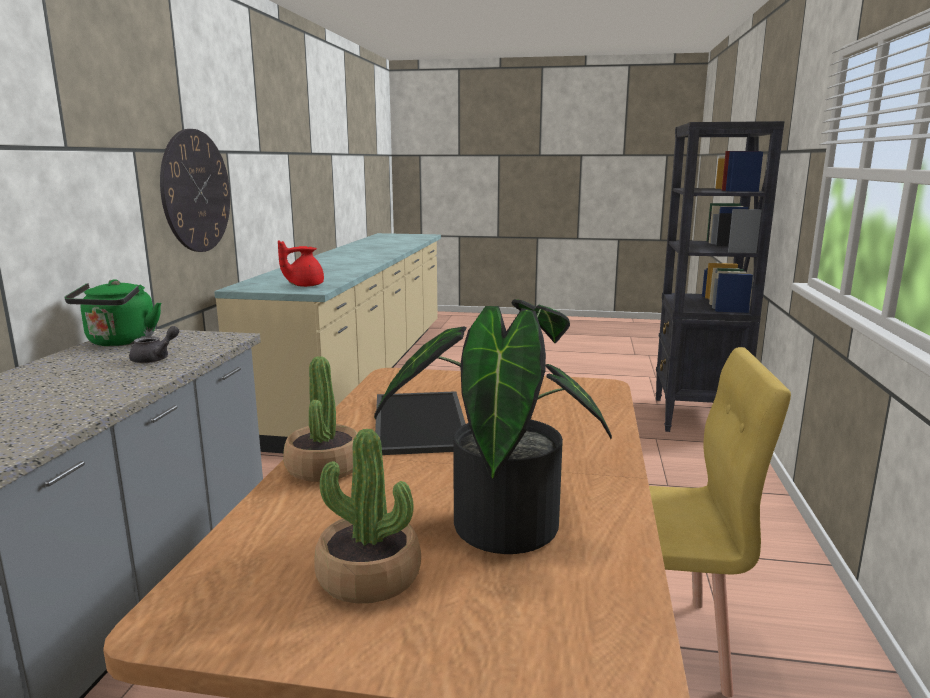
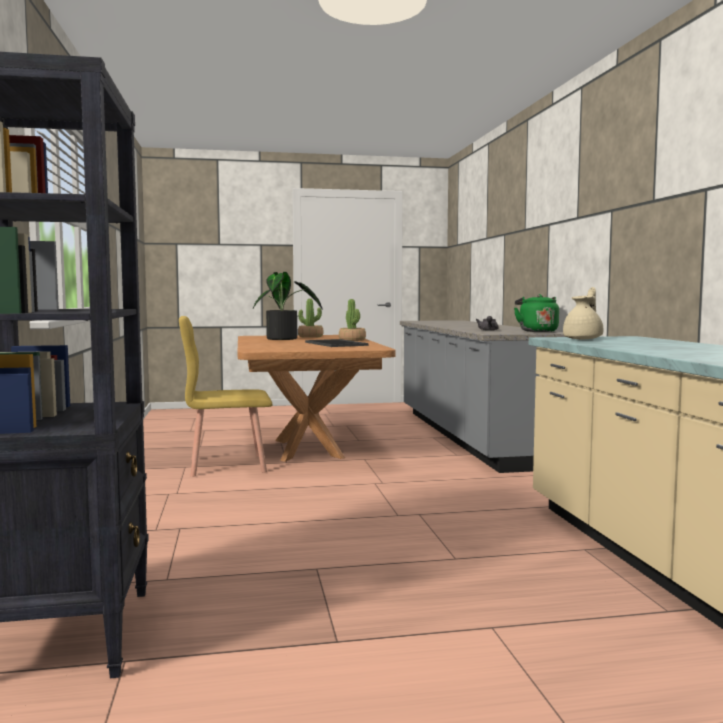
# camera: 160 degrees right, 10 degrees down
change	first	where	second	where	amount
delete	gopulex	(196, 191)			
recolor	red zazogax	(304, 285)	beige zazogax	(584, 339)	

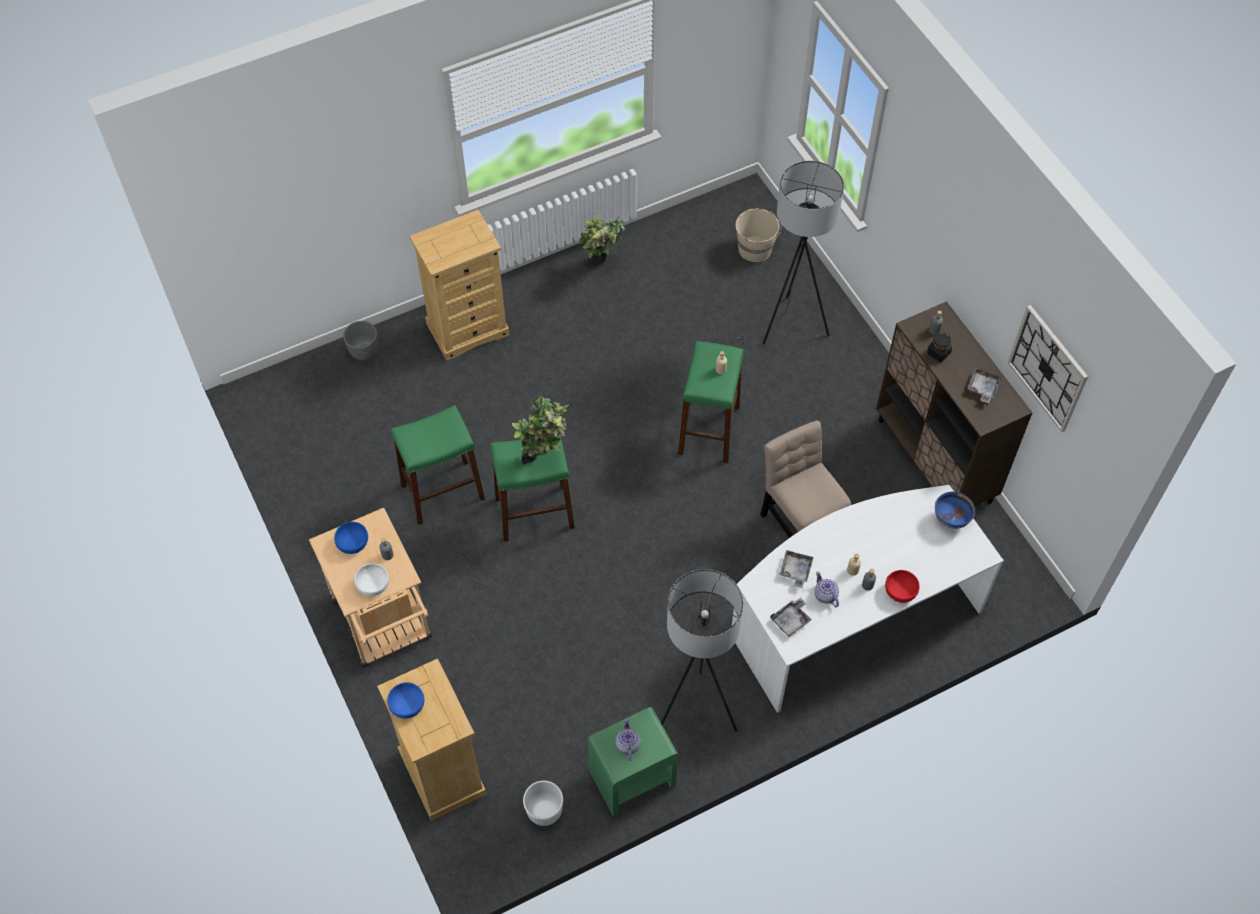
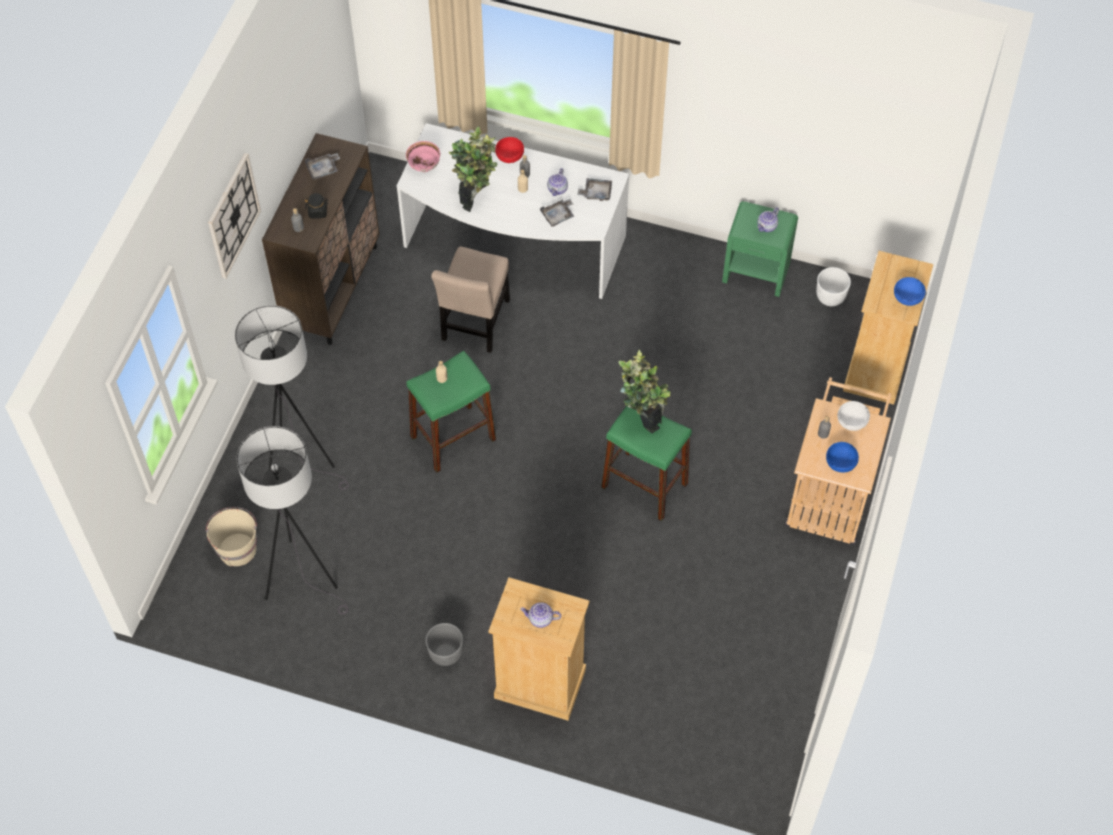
# camera: 135 degrees left, 0 degrees up
change	first	where	second	where	amount
delete	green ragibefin	(442, 492)			
insert			zazogax	(540, 619)	
move	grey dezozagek	(364, 351)		(445, 654)	
move	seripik	(601, 269)		(475, 197)	
move	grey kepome	(693, 714)		(304, 577)	
move	gopulex	(1048, 368)		(233, 215)	
recolor	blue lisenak	(951, 519)	pink lisenak	(424, 167)	

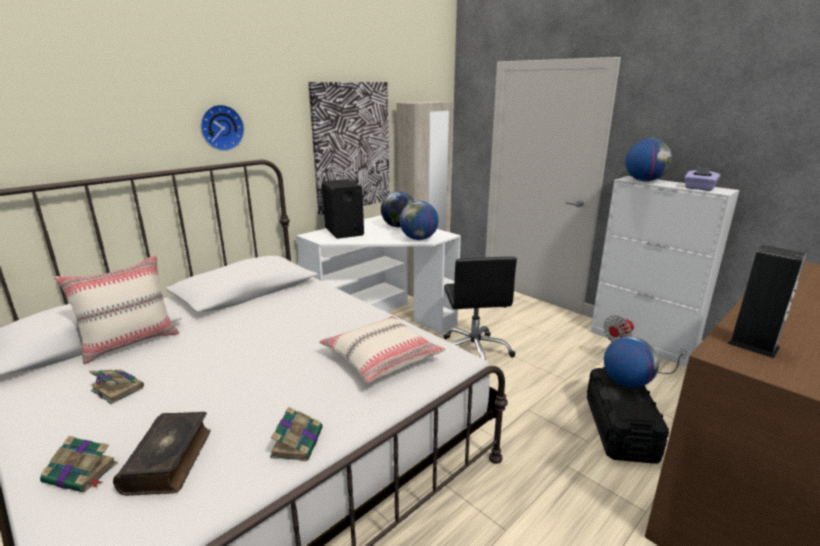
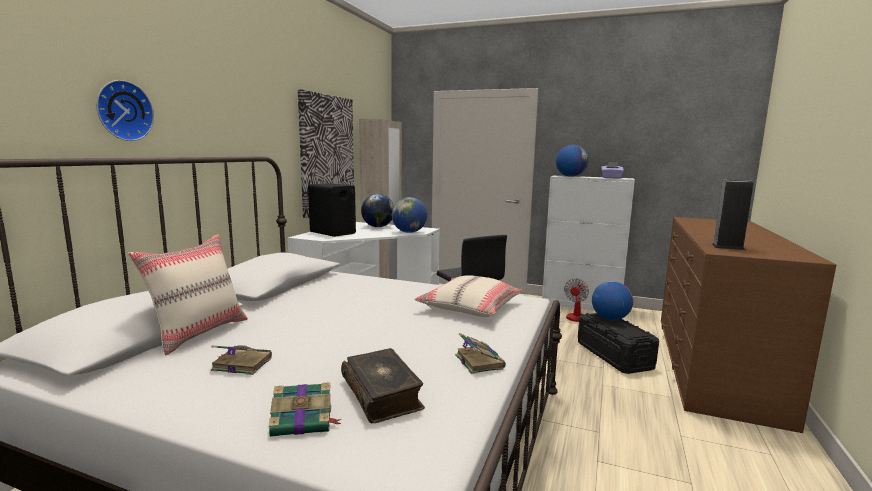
# camera: 25 degrees left, 10 degrees down
change	first	where	second	where	amount
move	gopulex	(221, 127)		(123, 111)	

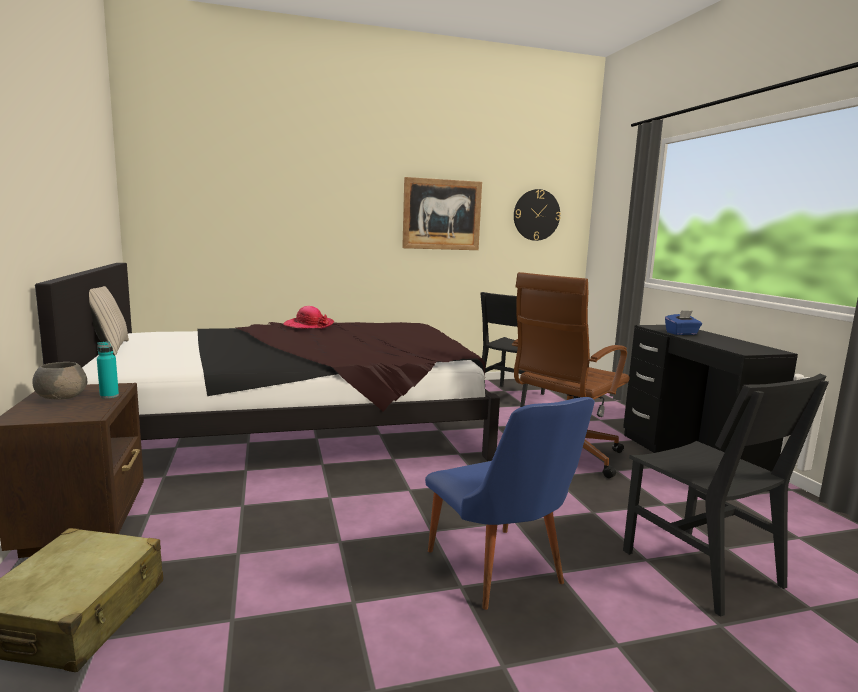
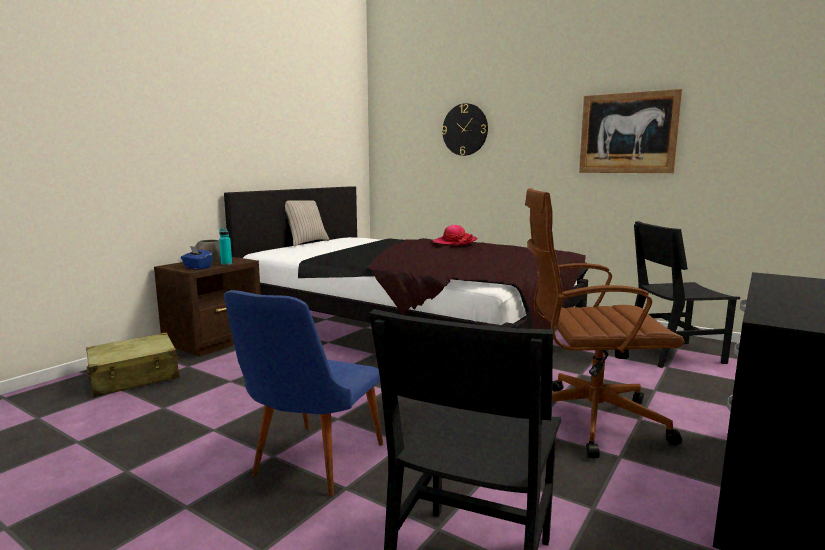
# camera: 50 degrees right, 0 degrees up
change	first	where	second	where	amount
move	gopulex	(536, 215)		(465, 129)	
move	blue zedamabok	(681, 333)		(197, 267)	

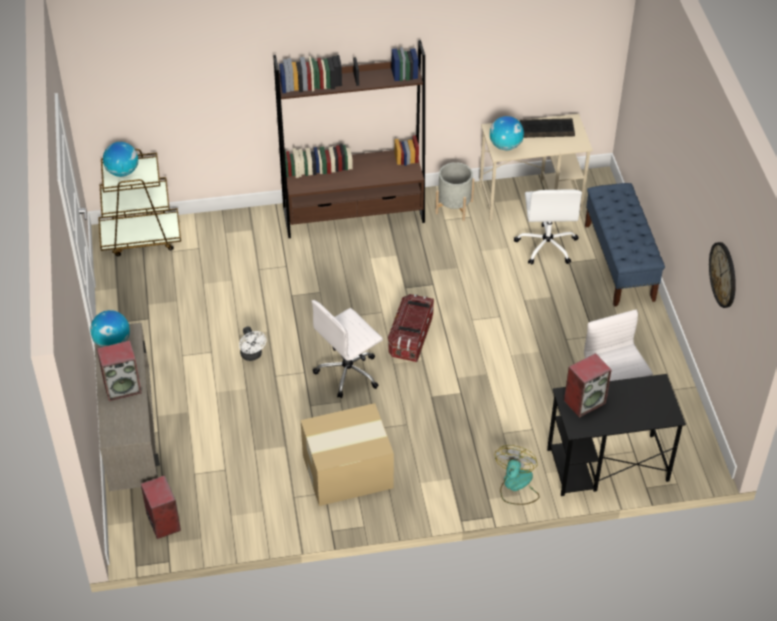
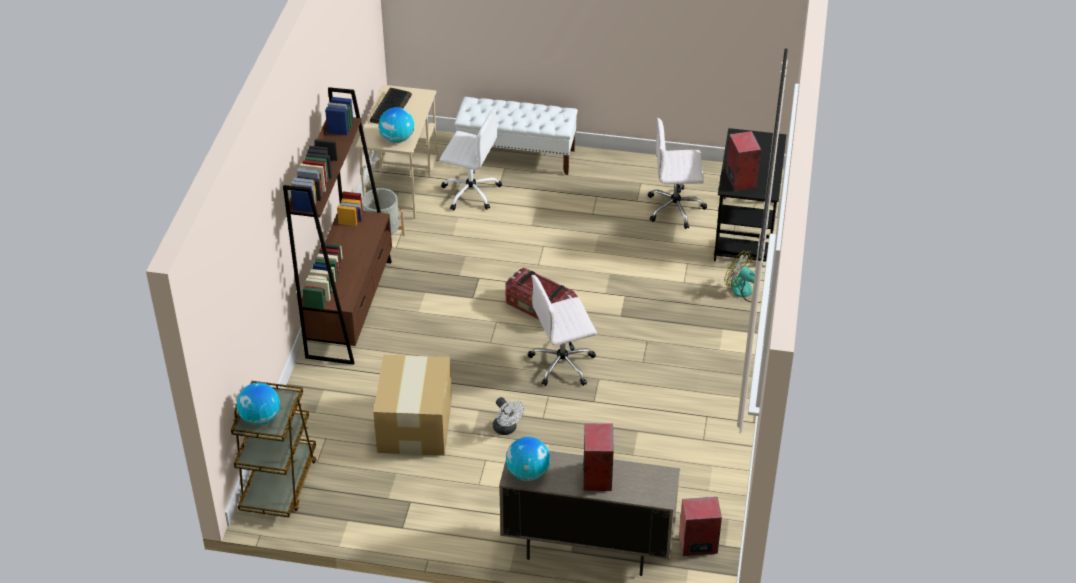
# camera: 70 degrees left, 5 degrees down
change	first	where	second	where	amount
delete	gopulex	(723, 274)			
move	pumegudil	(349, 471)		(416, 424)	
recolor	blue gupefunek	(619, 262)	white gupefunek	(517, 156)	
rotate	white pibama	(252, 356)		(507, 429)	60 degrees clockwise
rotate	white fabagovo	(348, 372)		(563, 364)	90 degrees clockwise

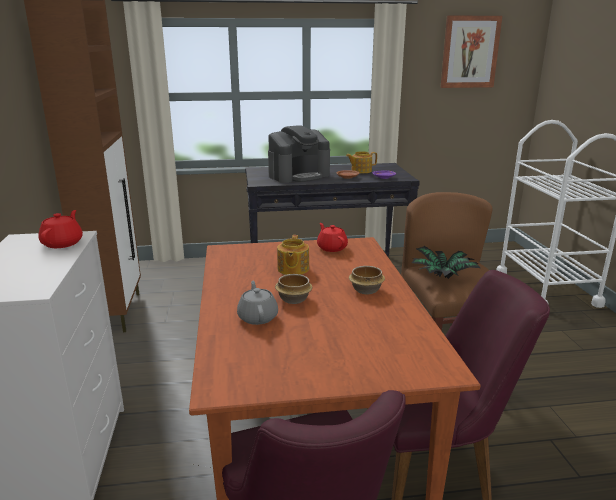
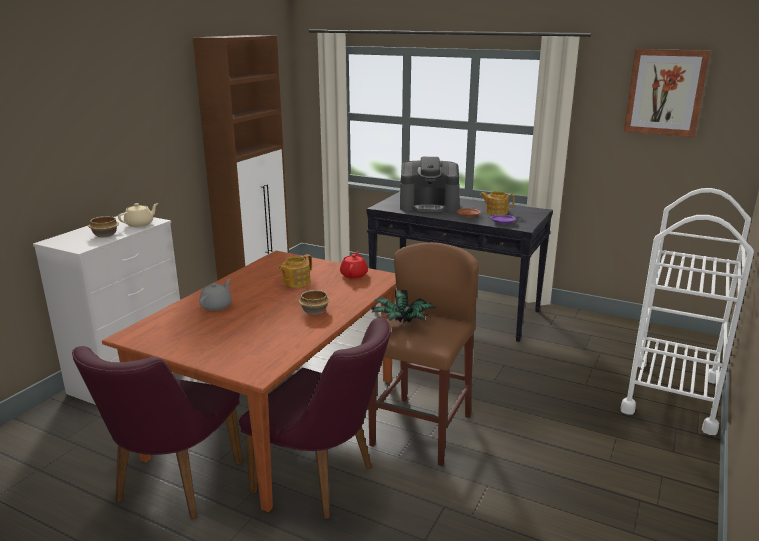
# camera: 35 degrees right, 0 degrees up
change	first	where	second	where	amount
move	lisenak	(293, 299)		(105, 235)	
recolor	red zazogax	(63, 243)	beige zazogax	(140, 224)	

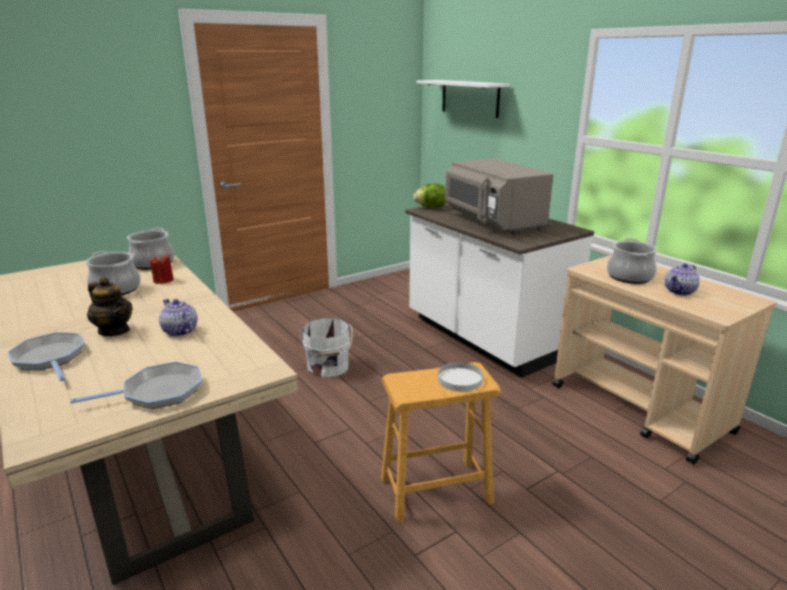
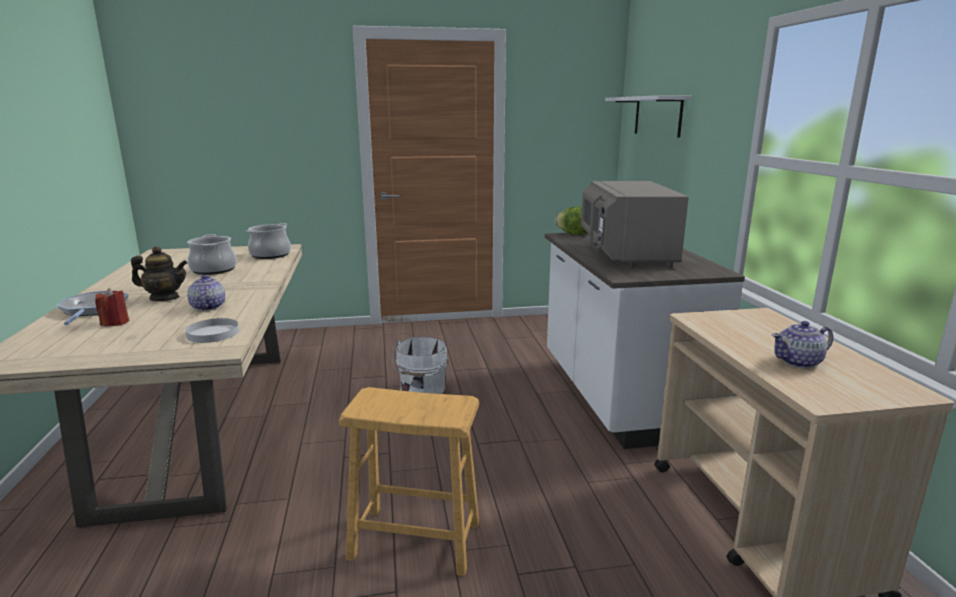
# camera: 25 degrees right, 5 degrees down
change	first	where	second	where	amount
delete	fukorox	(158, 392)			
delete	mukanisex	(629, 277)			
move	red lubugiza	(163, 280)		(115, 322)	
move	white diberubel	(460, 379)		(213, 333)	
rotate	zazogax	(114, 330)		(164, 298)	60 degrees counterclockwise

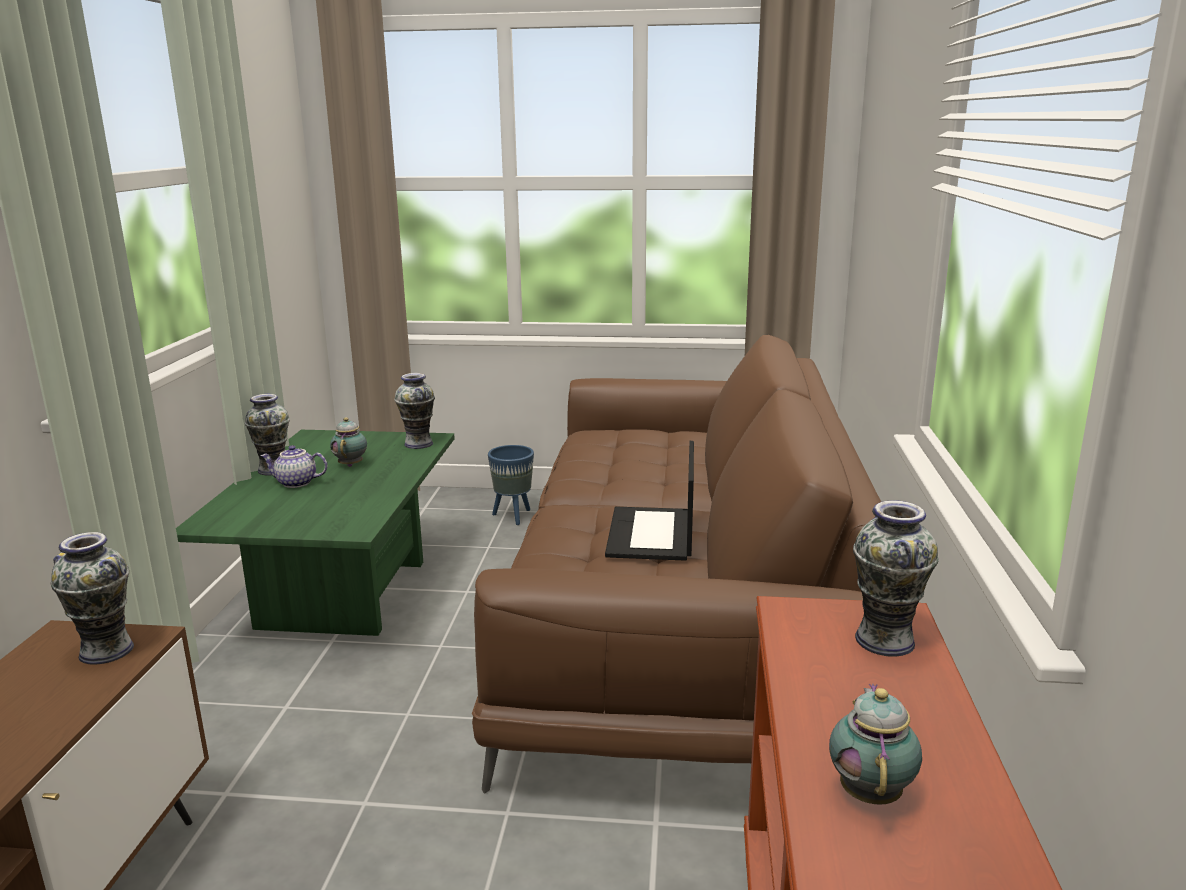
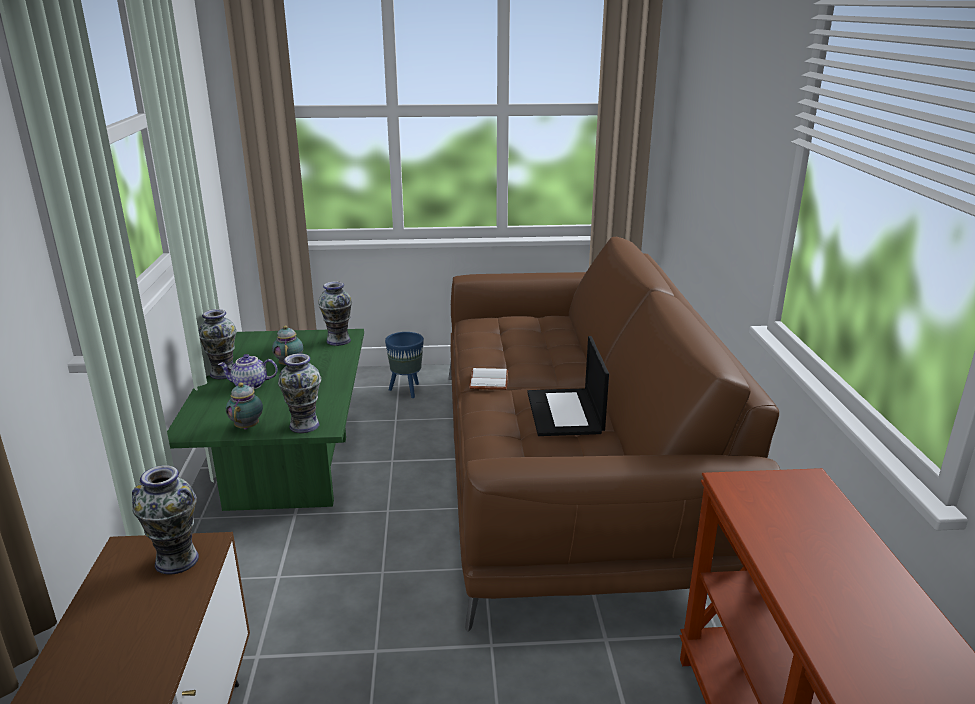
# camera: 10 degrees left, 5 degrees up
change	first	where	second	where	amount
insert			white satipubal	(490, 381)	
move	zazogax	(870, 792)		(248, 426)	
move	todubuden	(883, 640)		(303, 425)	

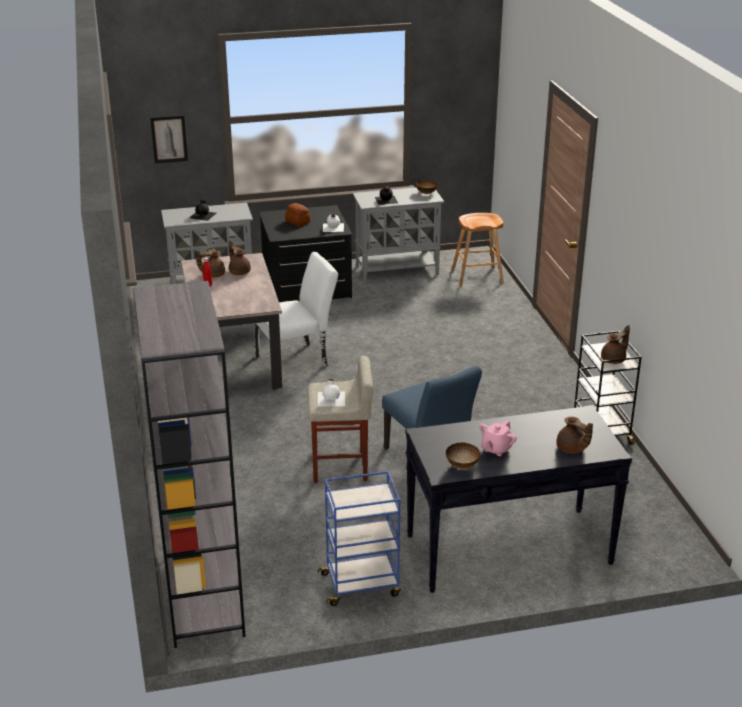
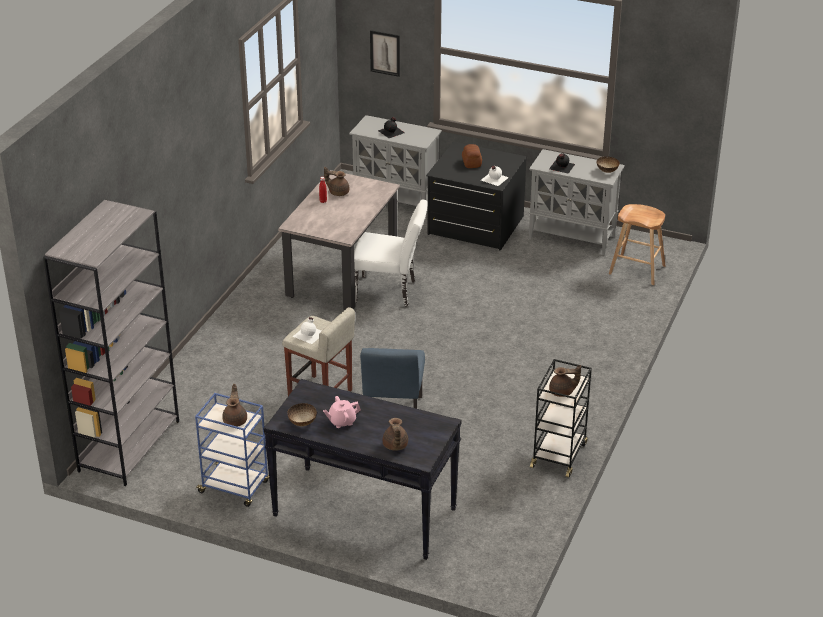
# camera: 35 degrees right, 5 degrees up
change	first	where	second	where	amount
move	brown zazogax	(239, 271)		(235, 420)	

